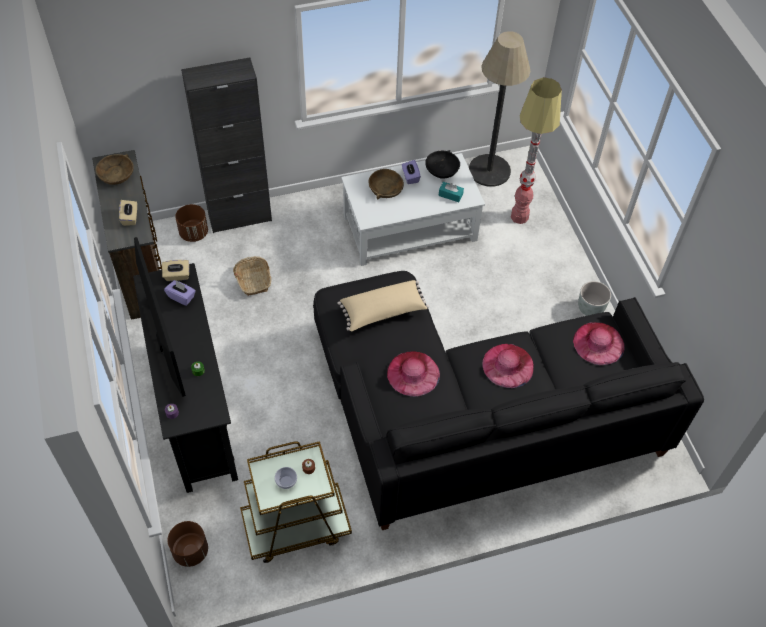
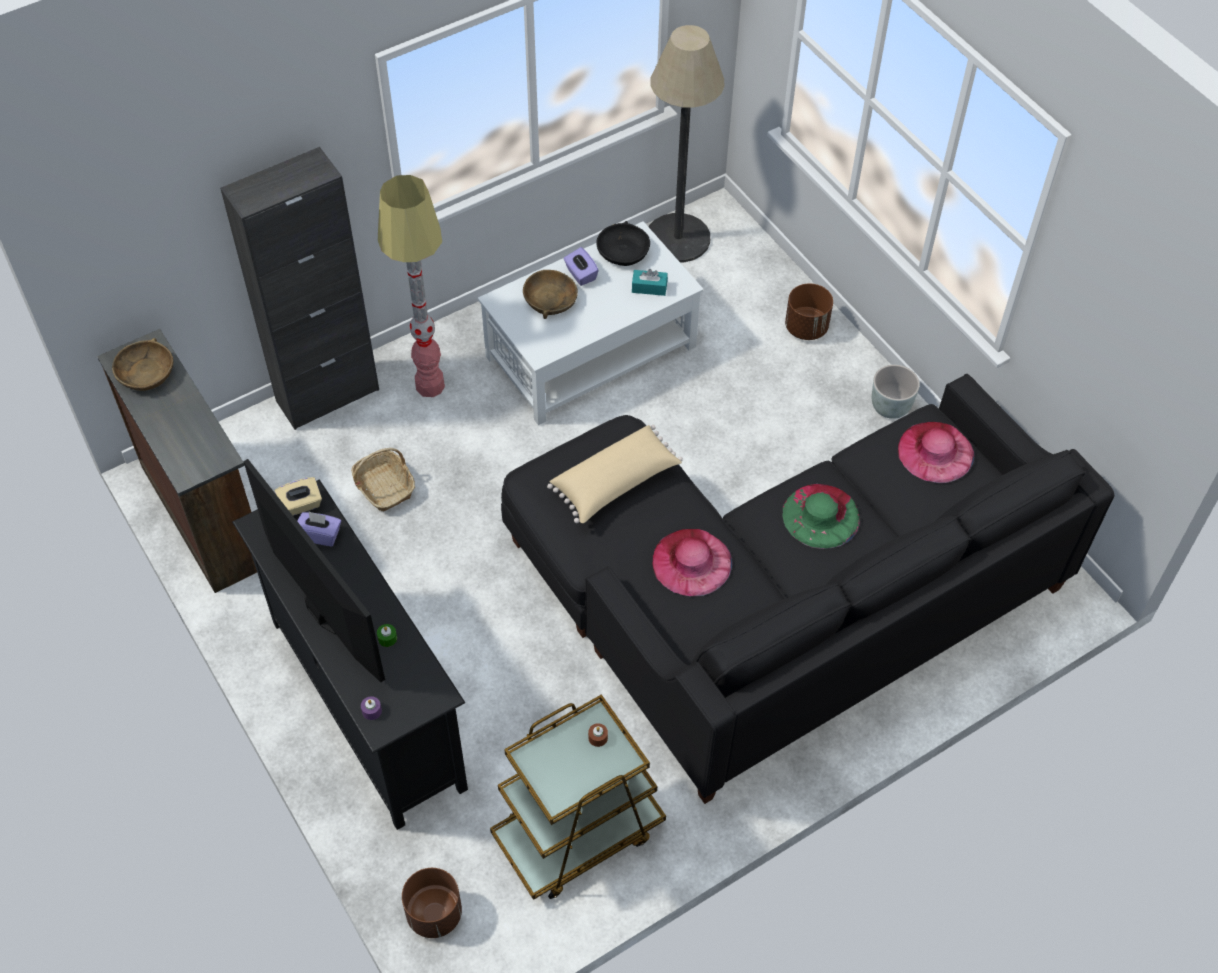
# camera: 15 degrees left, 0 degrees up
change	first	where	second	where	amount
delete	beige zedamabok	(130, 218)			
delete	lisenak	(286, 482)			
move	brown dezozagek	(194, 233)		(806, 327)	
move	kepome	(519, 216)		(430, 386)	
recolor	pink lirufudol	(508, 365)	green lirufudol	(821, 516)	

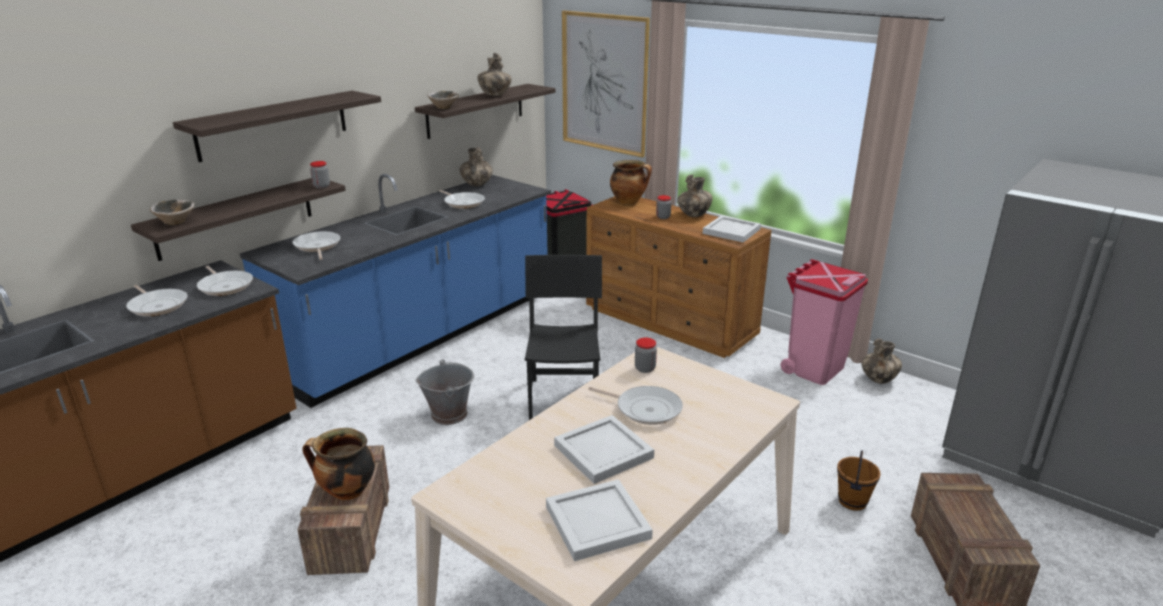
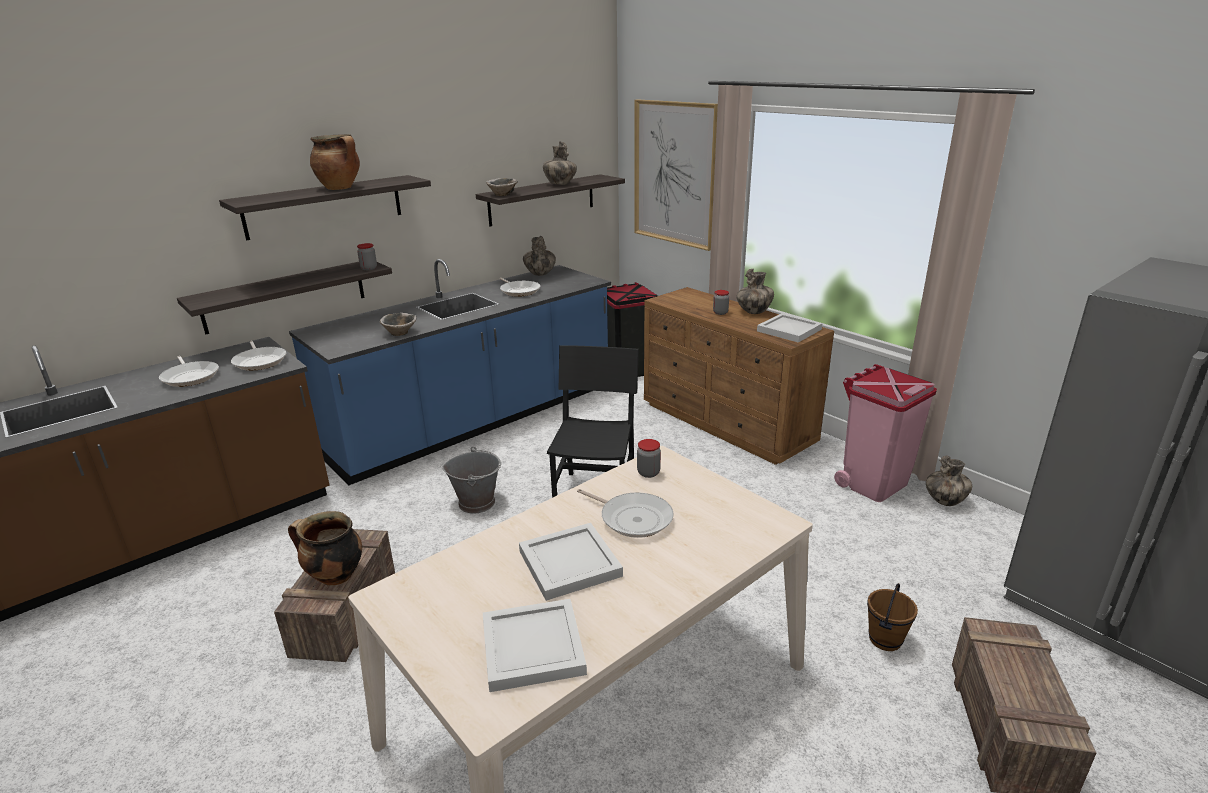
# camera: 10 degrees right, 0 degrees up
change	first	where	second	where	amount
delete	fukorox	(317, 246)			
move	lisenak	(175, 222)		(400, 333)	
move	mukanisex	(629, 202)		(341, 188)	

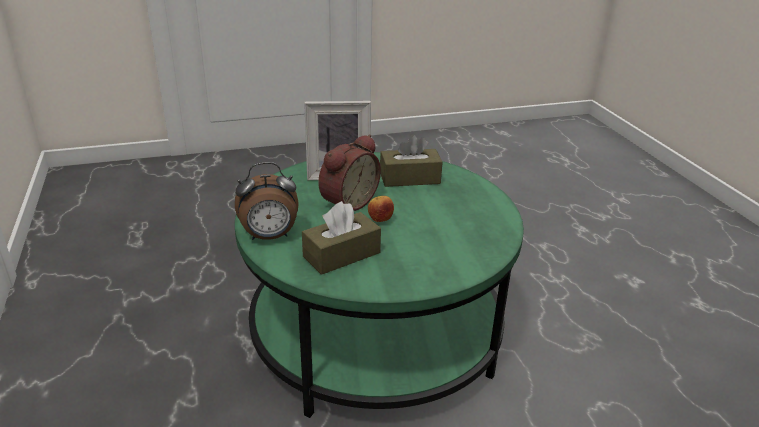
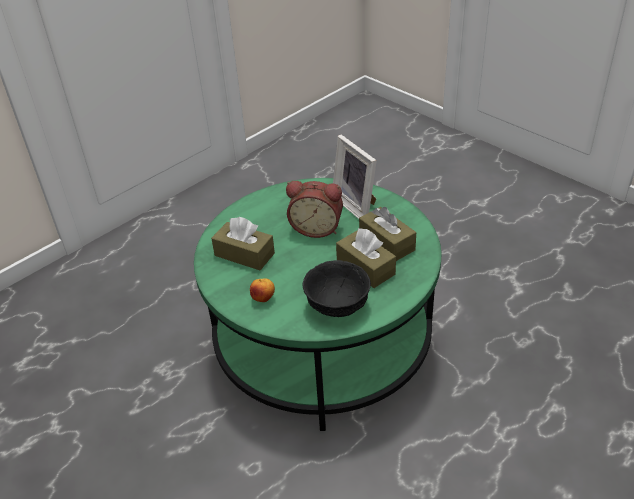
# camera: 65 degrees right, 10 degrees up
change	first	where	second	where	amount
delete	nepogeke	(269, 237)			
insert			black lisenak	(336, 305)	
insert			brown zedamabok	(365, 267)	
move	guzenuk	(380, 220)		(263, 298)	

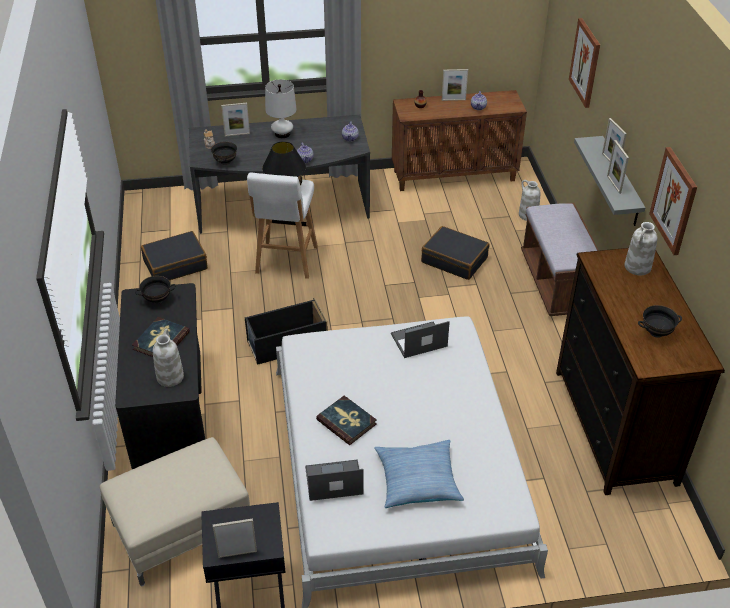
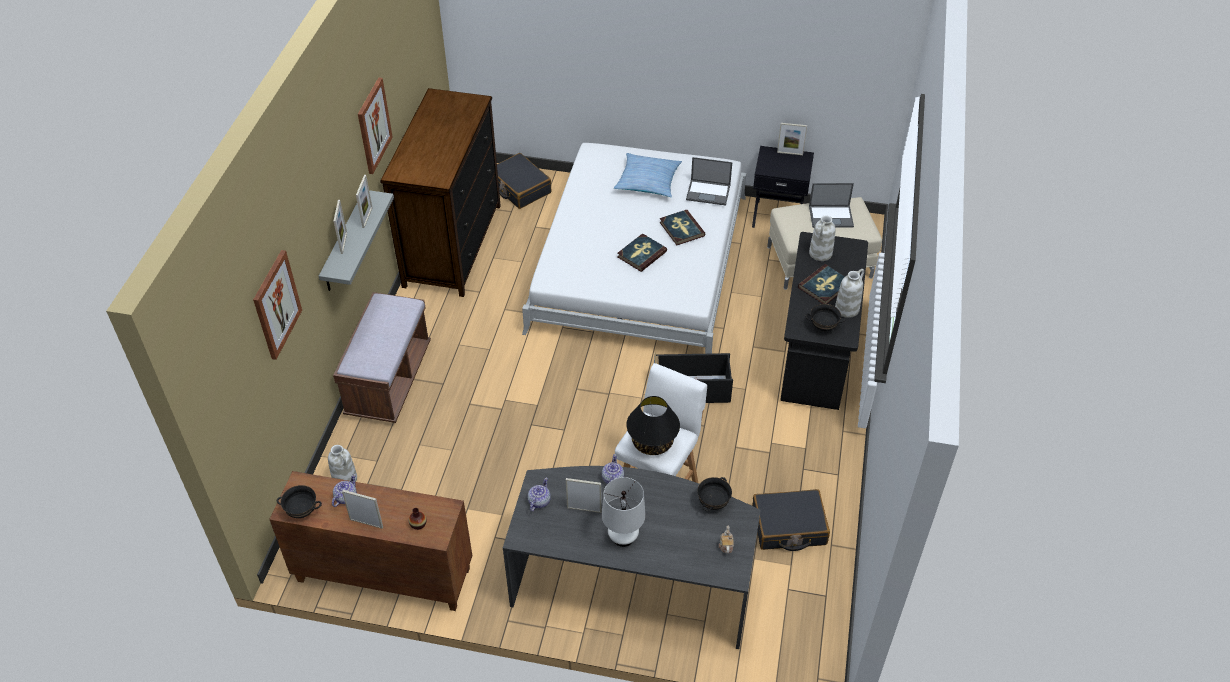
# camera: 160 degrees left, 5 degrees up
change	first	where	second	where	amount
insert			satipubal	(641, 254)	
move	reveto	(237, 134)		(584, 509)	
move	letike	(418, 340)		(831, 216)	
move	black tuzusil	(454, 260)		(520, 188)	
move	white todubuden	(637, 267)		(847, 308)	
move	black lisenak	(656, 333)		(302, 511)	

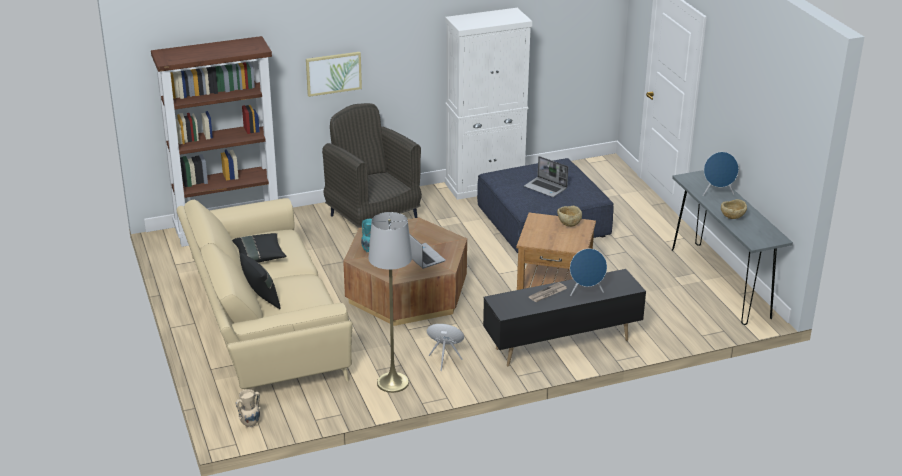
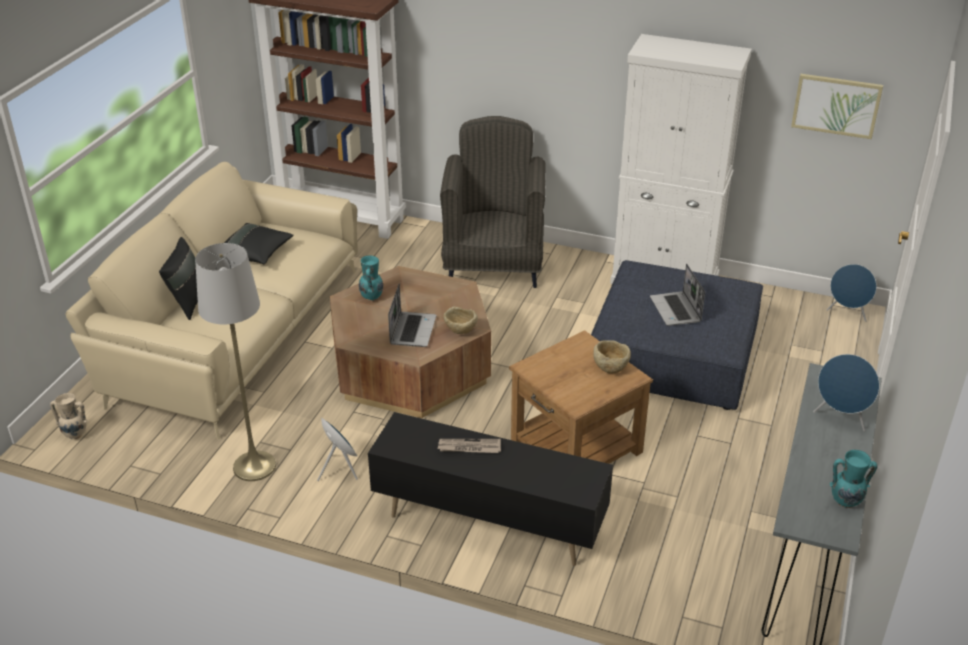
# camera: 40 degrees right, 5 degrees up
change	first	where	second	where	amount
insert			turquoise todubuden	(846, 502)	
move	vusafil	(333, 73)		(836, 105)	
move	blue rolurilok	(586, 292)		(847, 314)	
move	beige lisenak	(732, 218)		(460, 331)	

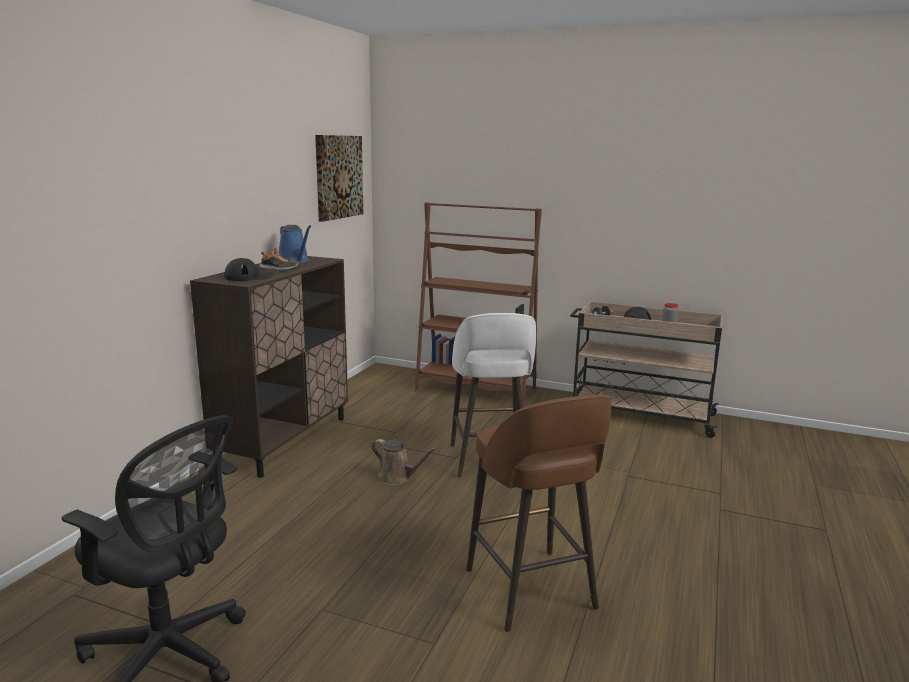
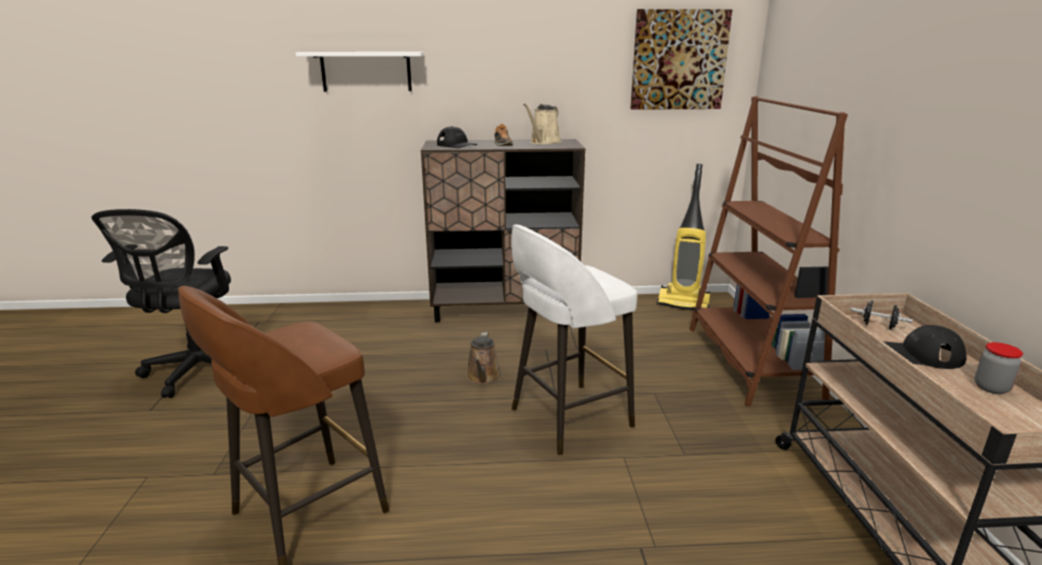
# camera: 65 degrees right, 5 degrees up
change	first	where	second	where	amount
insert			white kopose	(366, 71)	
insert			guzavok	(684, 303)	
recolor	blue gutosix	(295, 261)	beige gutosix	(544, 142)	

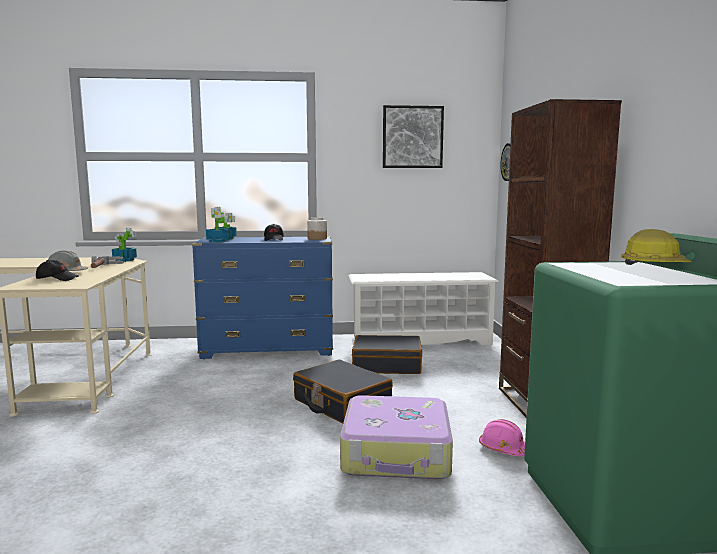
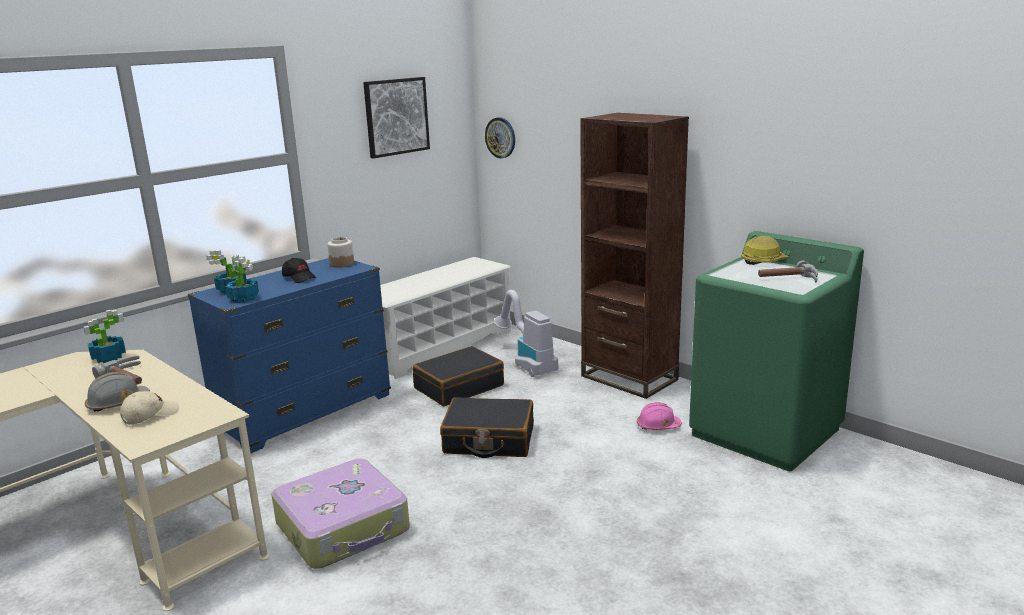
# camera: 40 degrees left, 10 degrees up
change	first	where	second	where	amount
insert			guzavok	(526, 362)	
insert			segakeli	(789, 279)	
move	tuzusil	(397, 453)		(344, 527)	
recolor	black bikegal	(57, 279)	beige bikegal	(150, 415)	

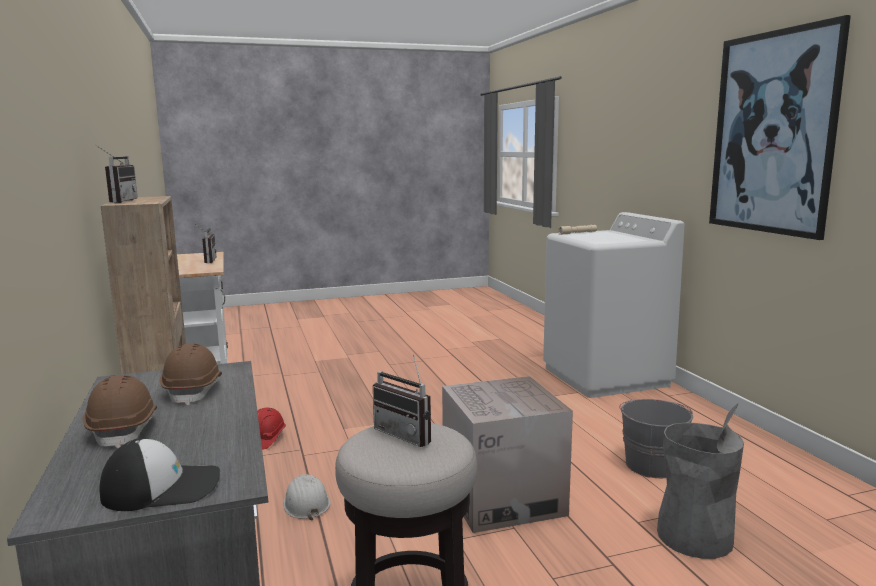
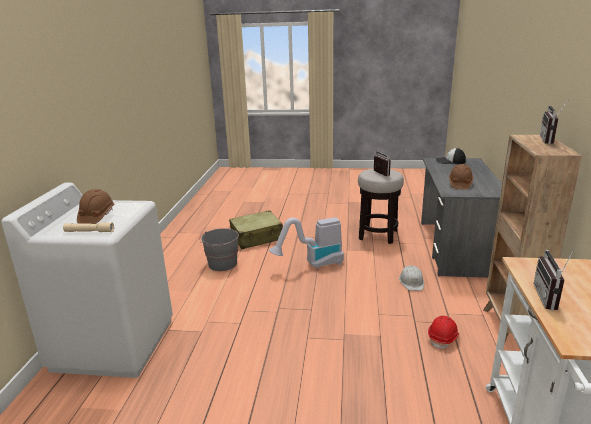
# camera: 155 degrees left, 10 degrees up
change	first	where	second	where	amount
delete	vusafil	(772, 133)			
move	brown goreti	(124, 430)		(96, 217)	
replace	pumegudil	(502, 498)	guzavok	(312, 264)	
replace	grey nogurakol	(694, 537)	beige tuzusil	(257, 237)	

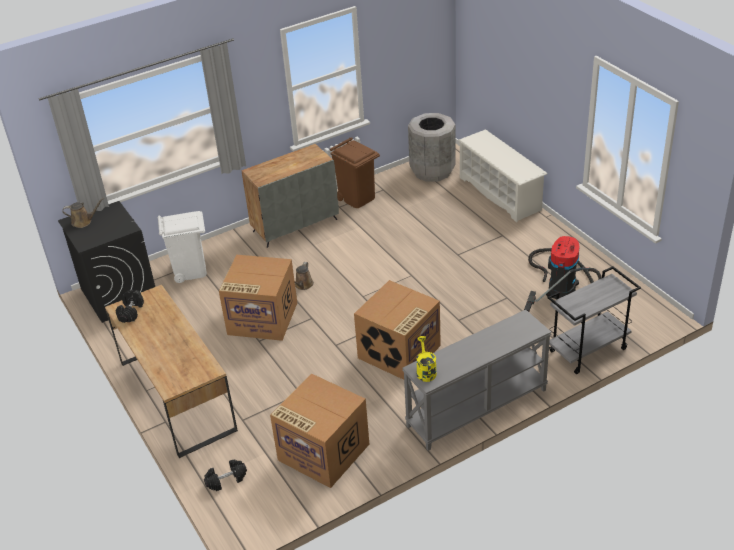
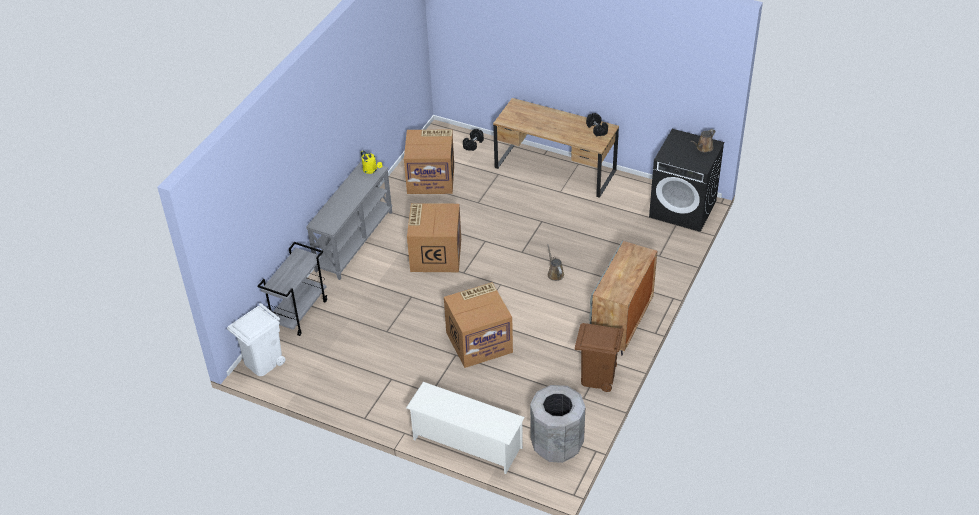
# camera: 145 degrees right, 5 degrees up
change	first	where	second	where	amount
delete	guzavok	(561, 286)			
move	white nogurakol	(190, 270)		(263, 362)	
move	pumegudil	(261, 319)		(479, 341)	

